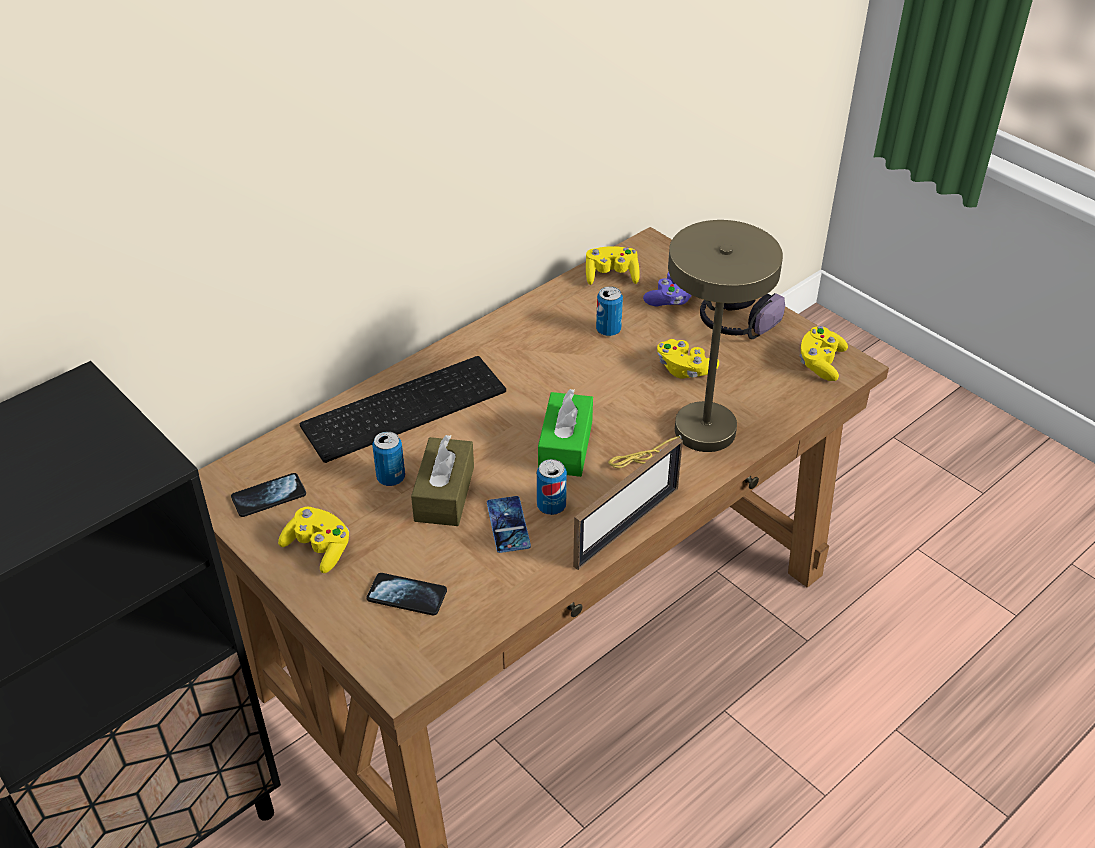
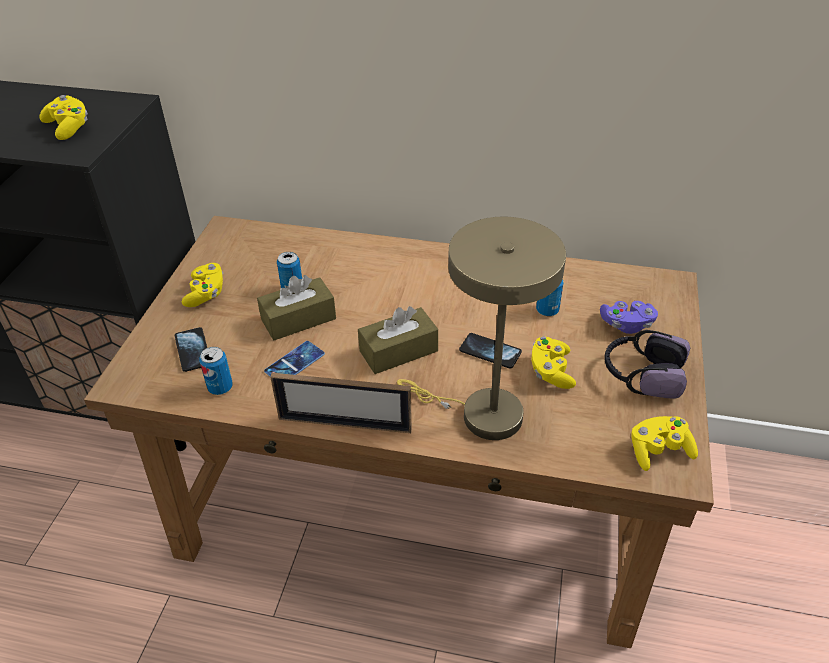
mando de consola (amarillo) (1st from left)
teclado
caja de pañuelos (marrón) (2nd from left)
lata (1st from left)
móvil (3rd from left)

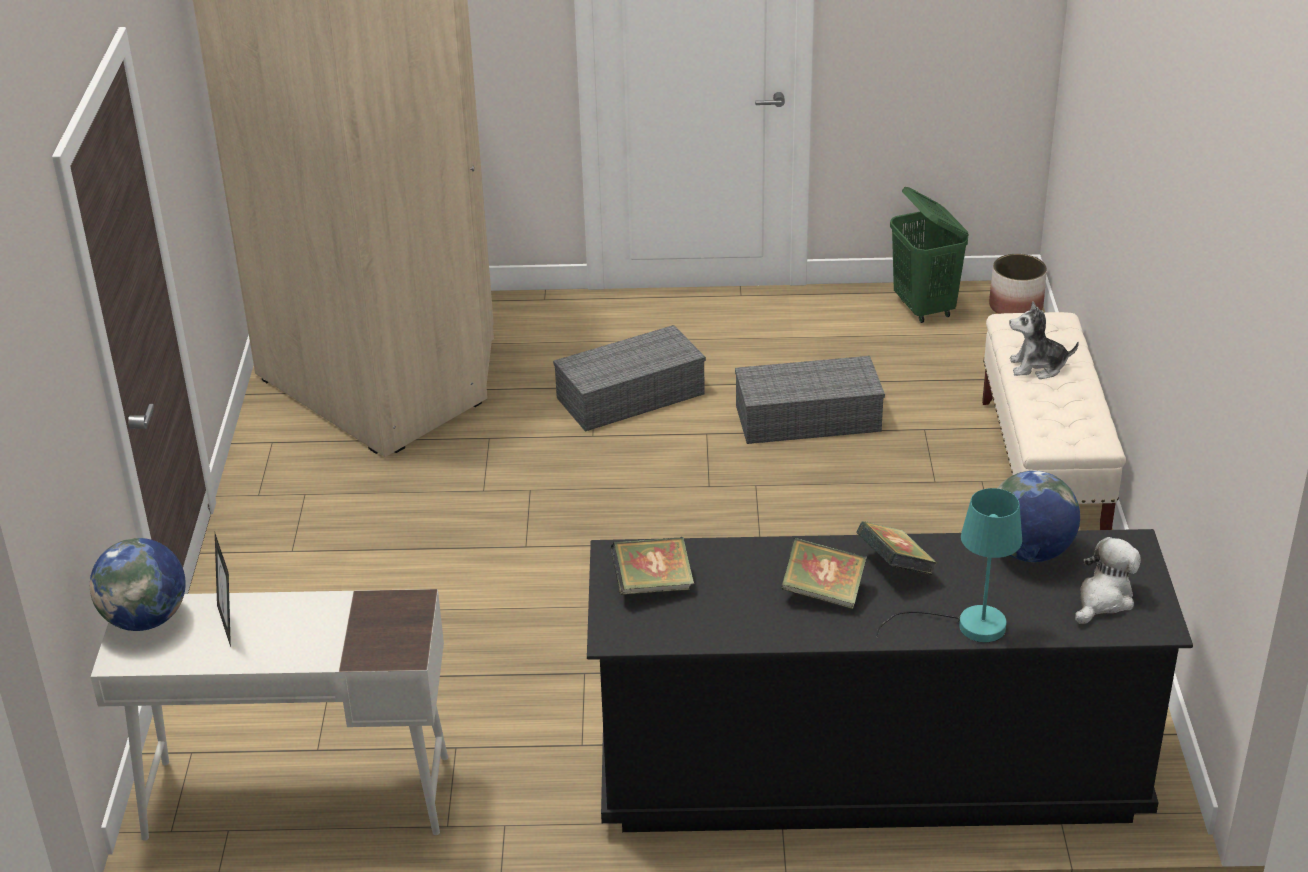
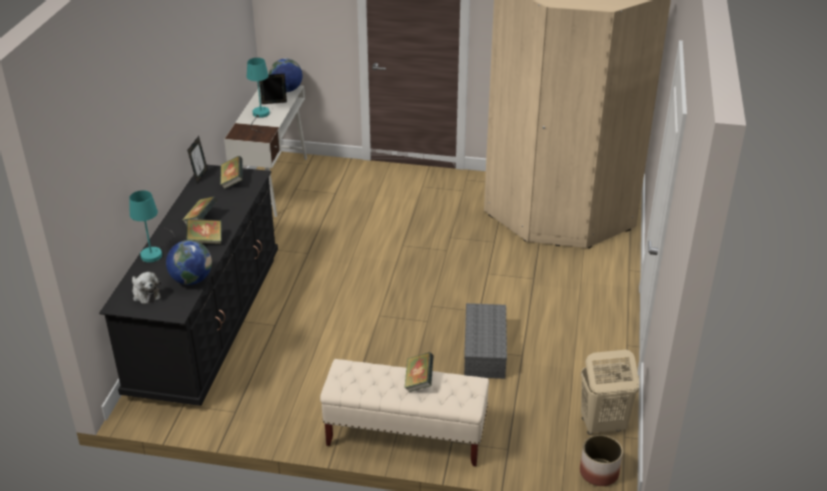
cesto de la ropa (beis)
libro (4th from left)
caja de almacenaje (gris) (1st from left in the first image)
lámpara de mesa (turquesa) (2nd from left)
portarretratos (1st from left)

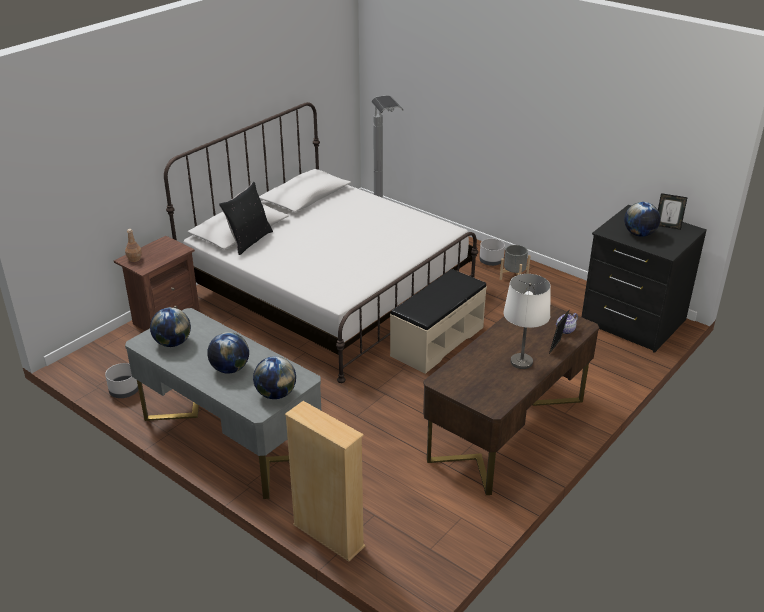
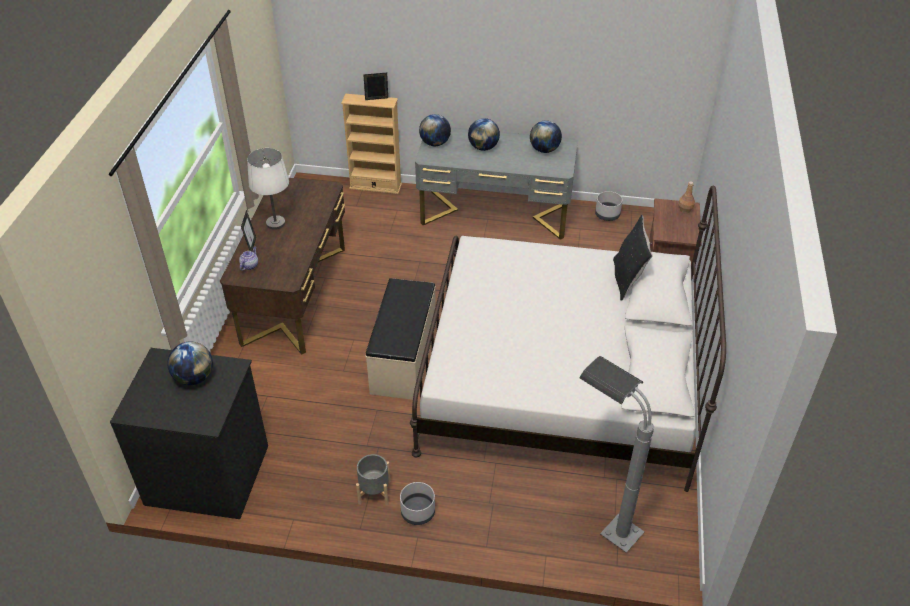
portarretratos (2nd from left)

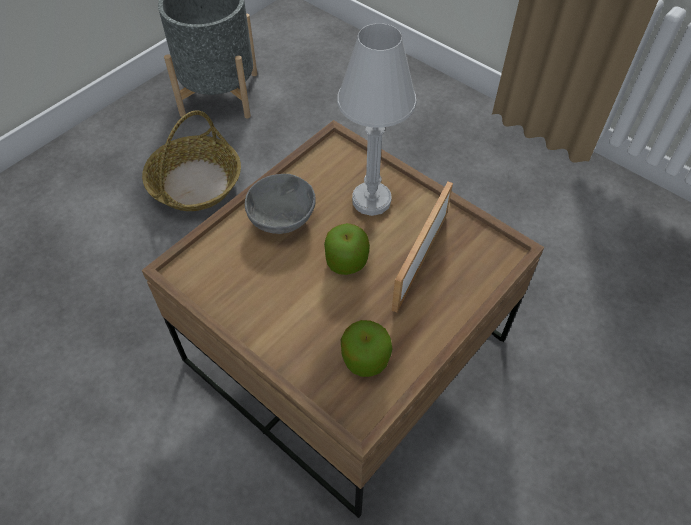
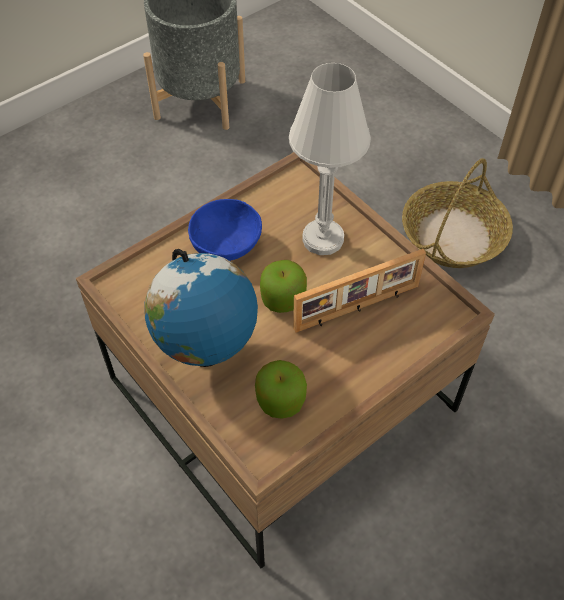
cesta
cuenco (azul)
portarretratos
globo terráqueo

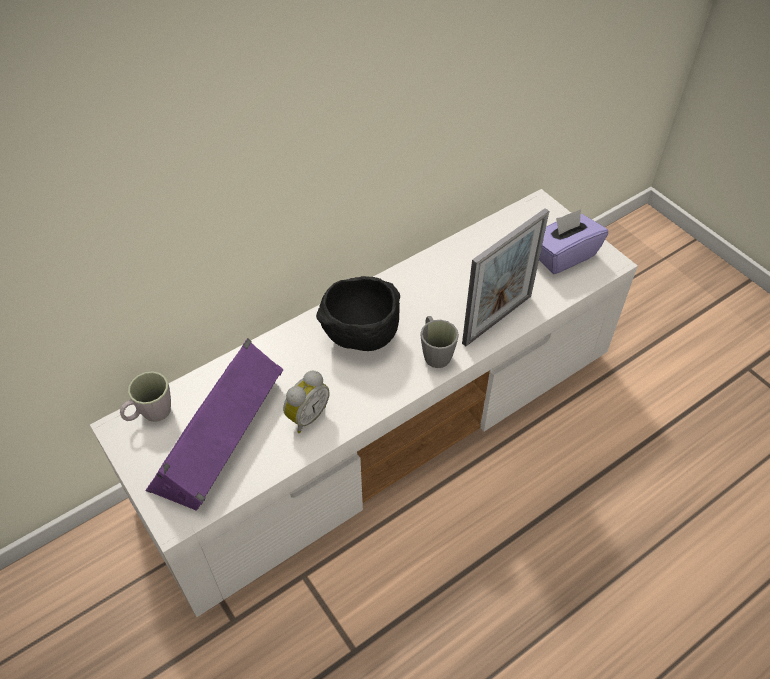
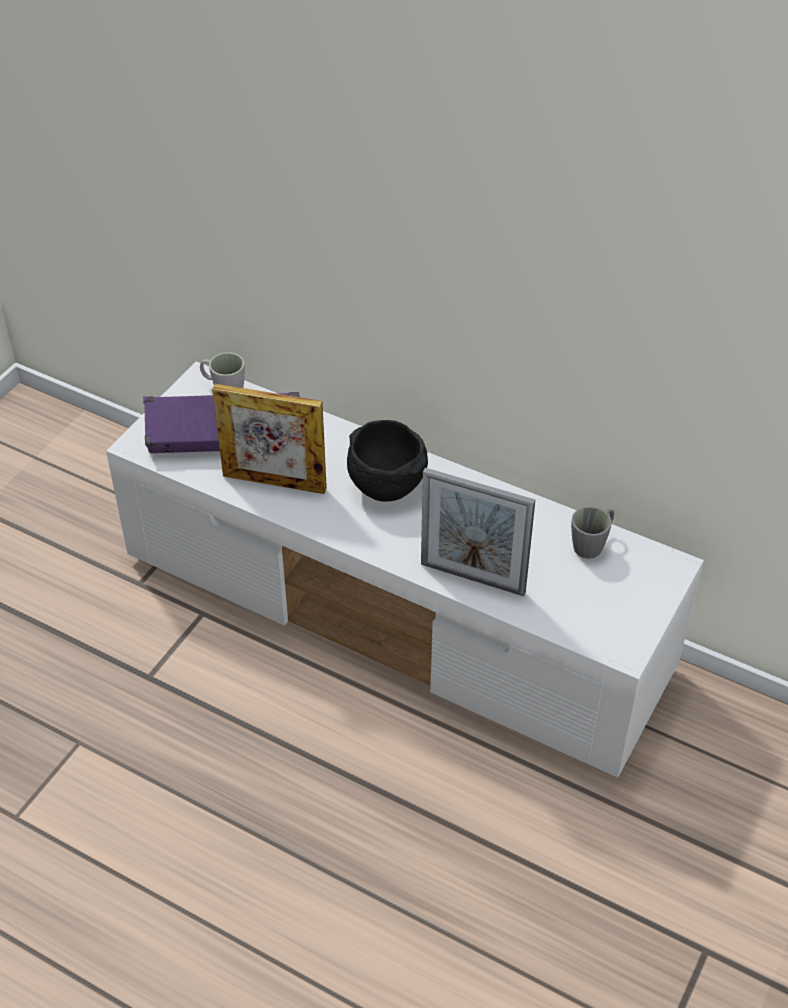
caja de pañuelos (morado)
taza grande (gris) (2nd from left)
portarretratos (1st from left)

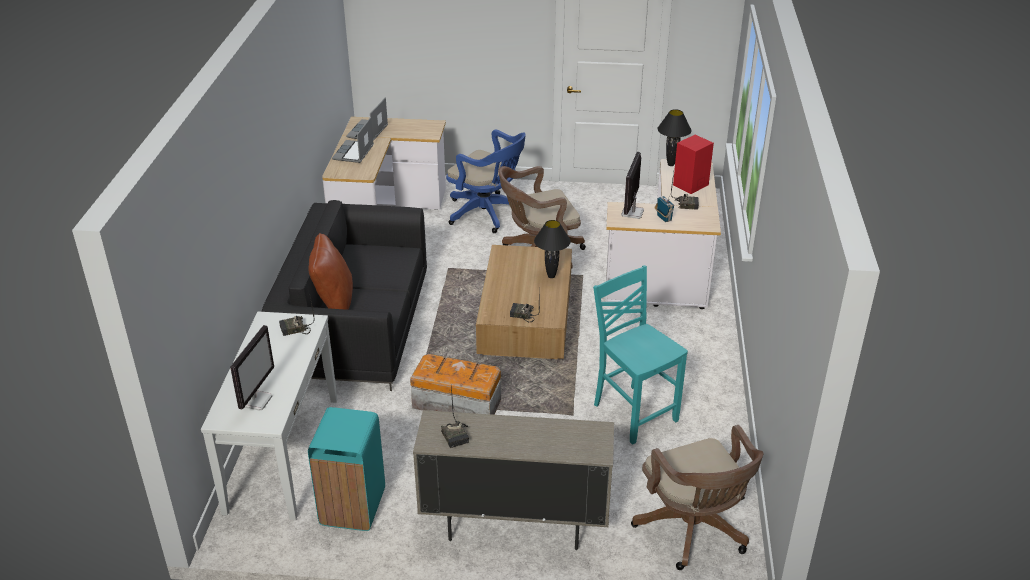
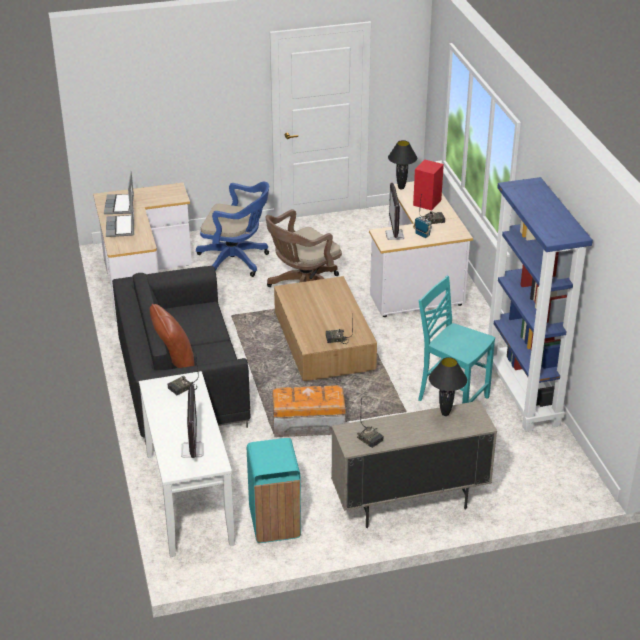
lámpara de mesa (negro) (2nd from left)
silla de oficina (marrón) (2nd from left in the first image)
estantería (azul)

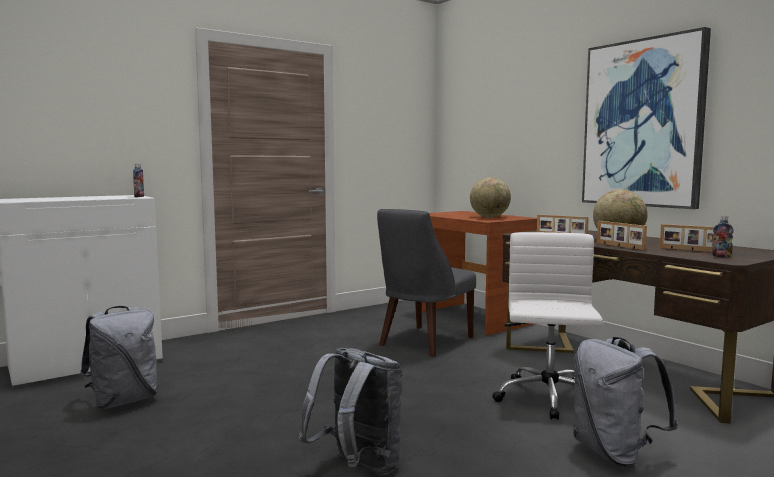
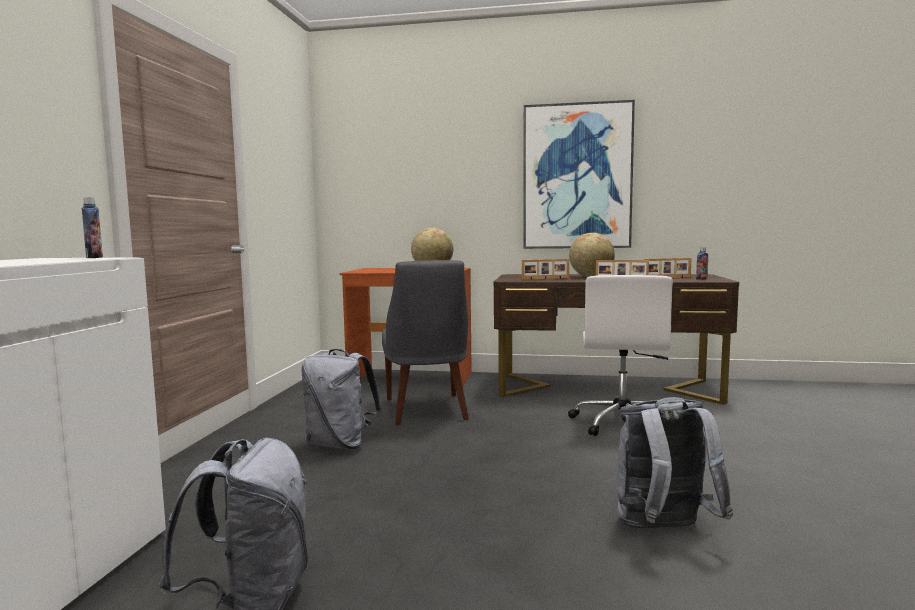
silla de oficina (blanco)
mochila (gris) (2nd from left)

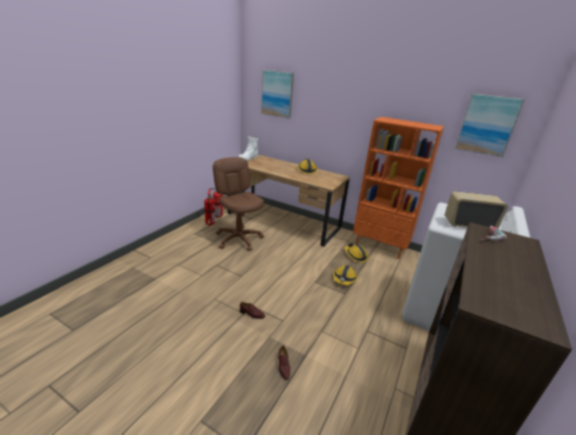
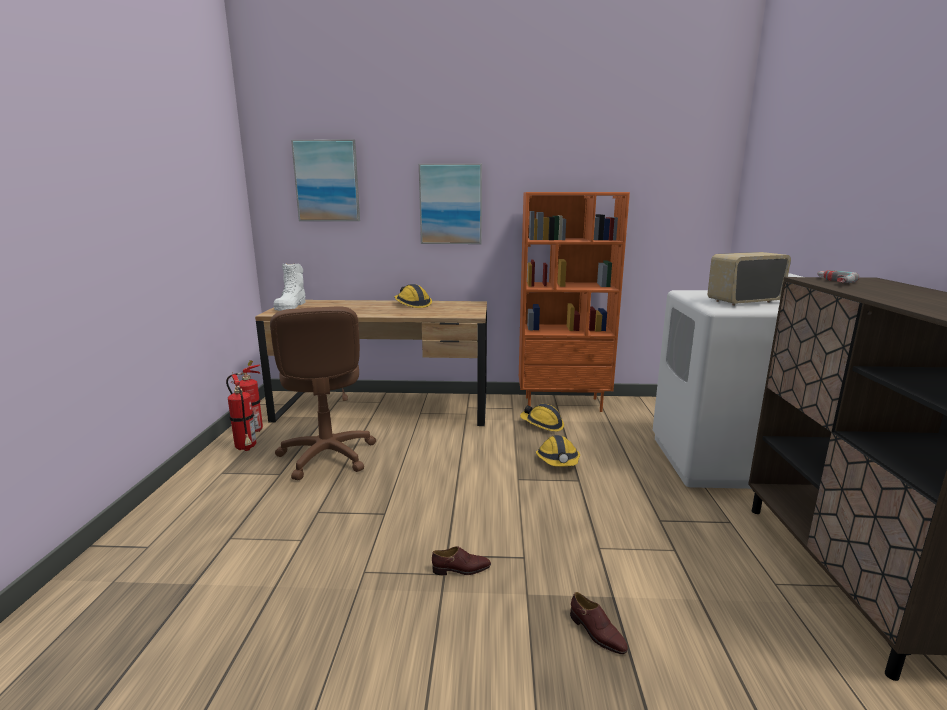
cuadro (2nd from left)
silla de oficina (marrón)

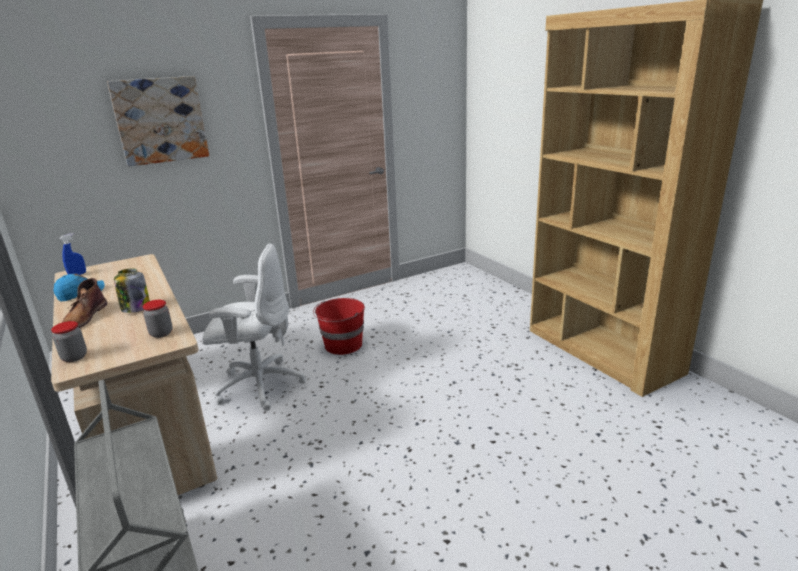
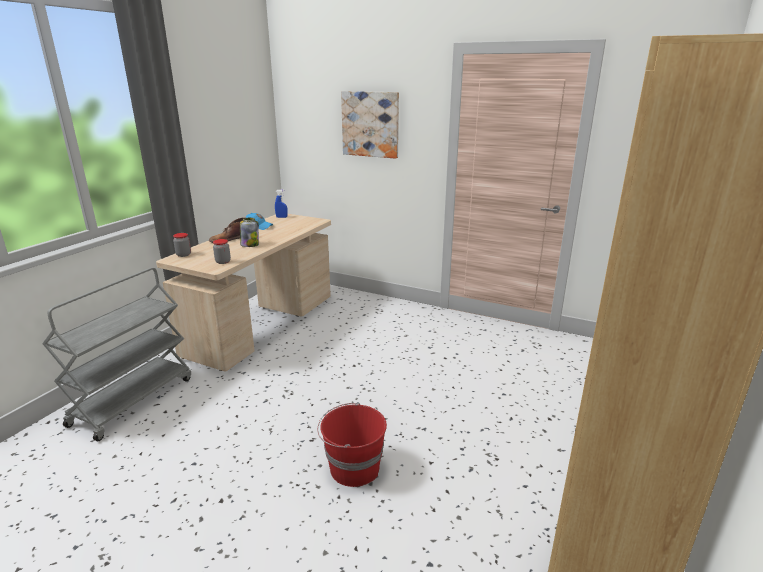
silla de oficina (blanco)
cubo (rojo)

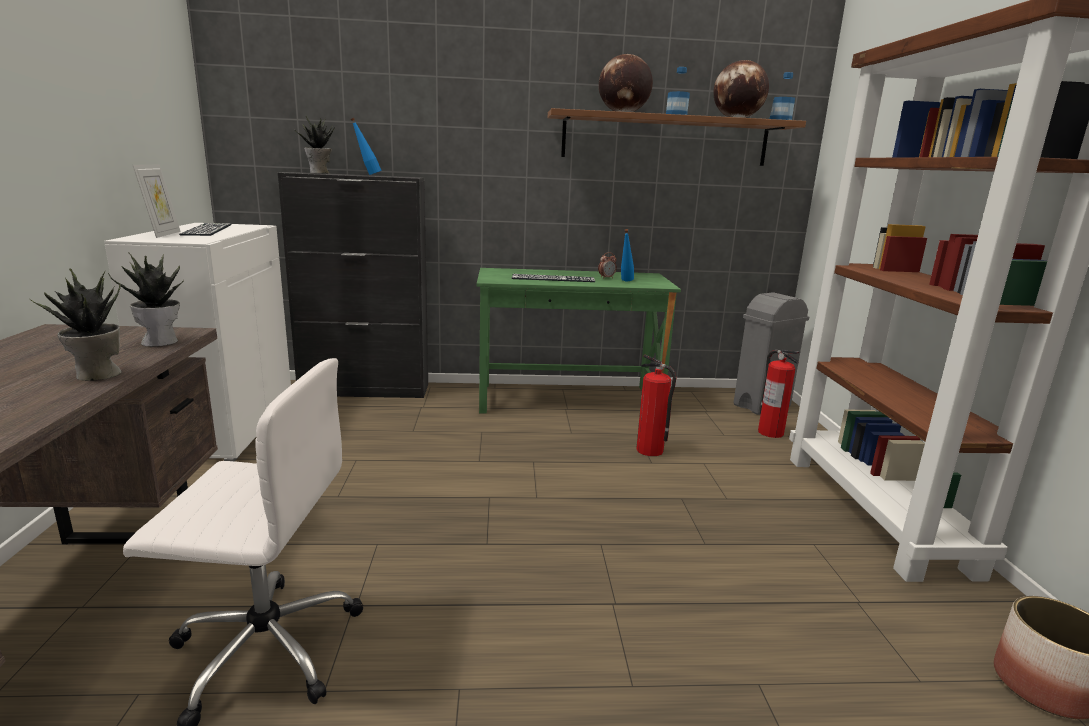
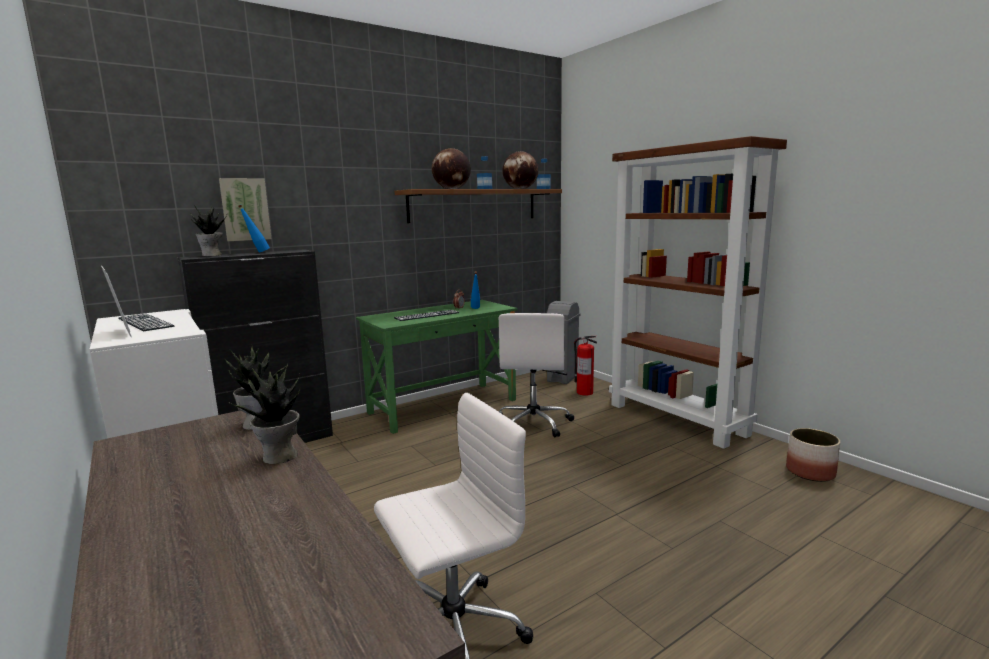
silla de oficina (blanco) (2nd from left)
cuadro

